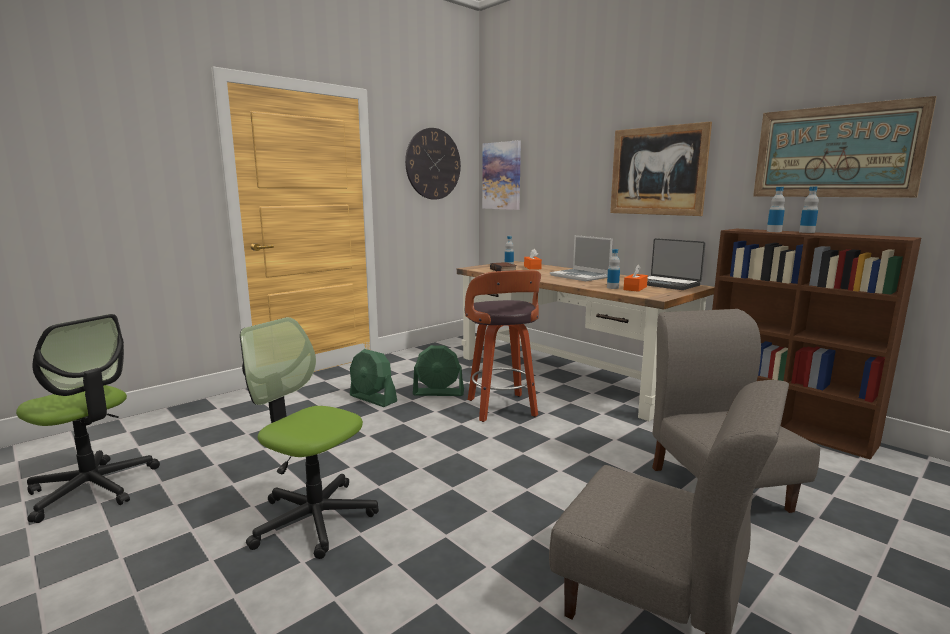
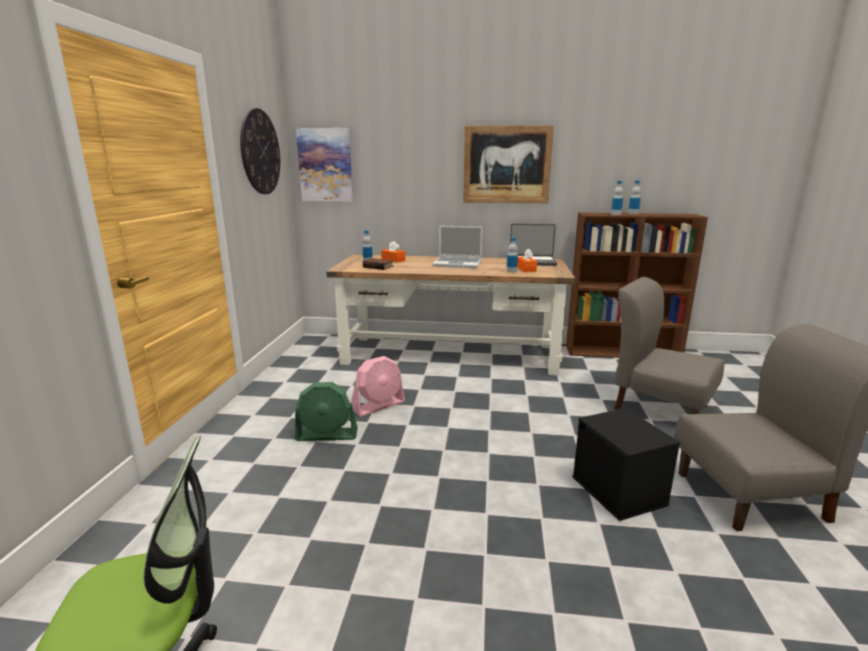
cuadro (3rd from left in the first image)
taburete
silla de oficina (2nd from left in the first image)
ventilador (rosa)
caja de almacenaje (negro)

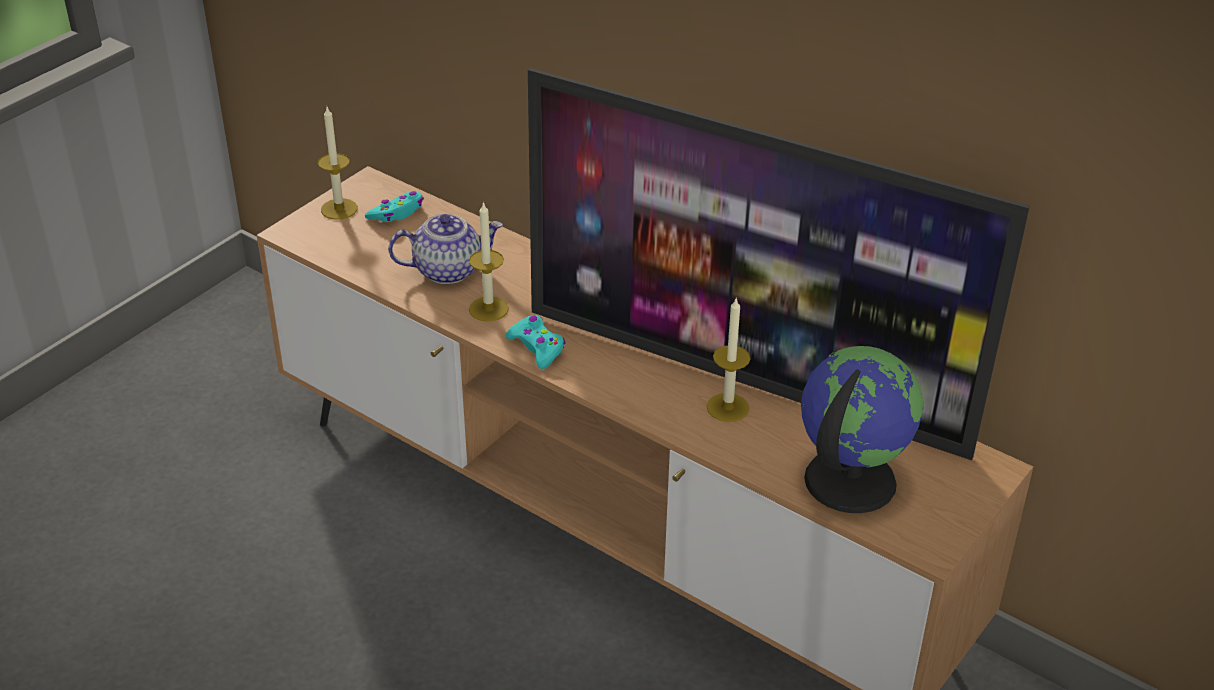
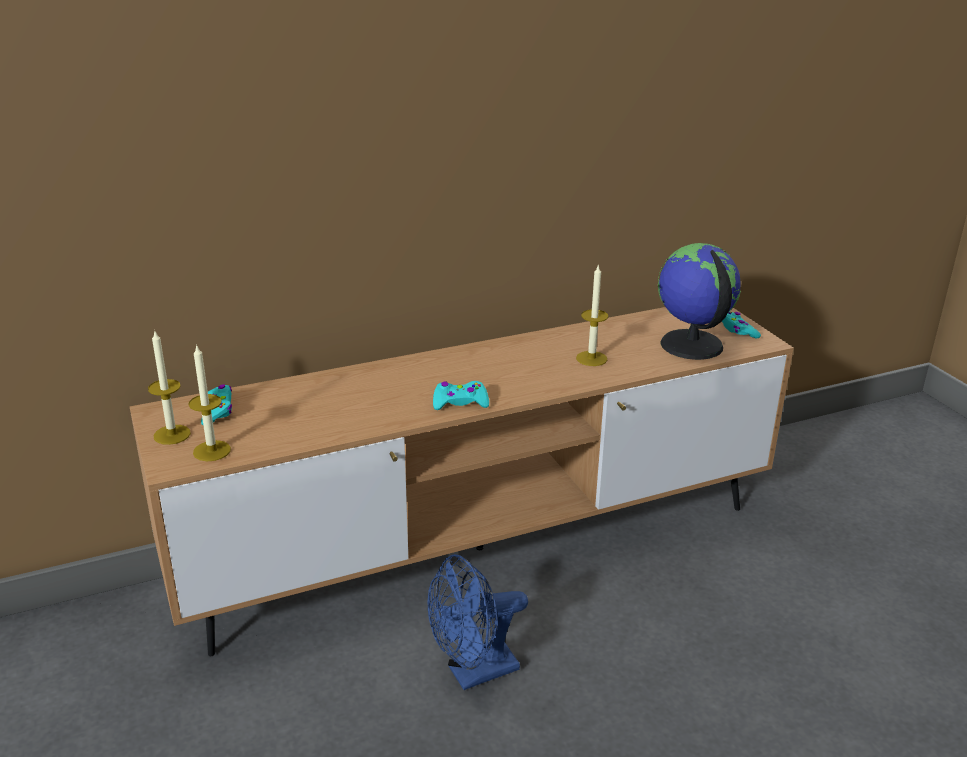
televisor
vela (2nd from left)
tetera
mando de consola (turquesa) (3rd from left)
ventilador (azul)

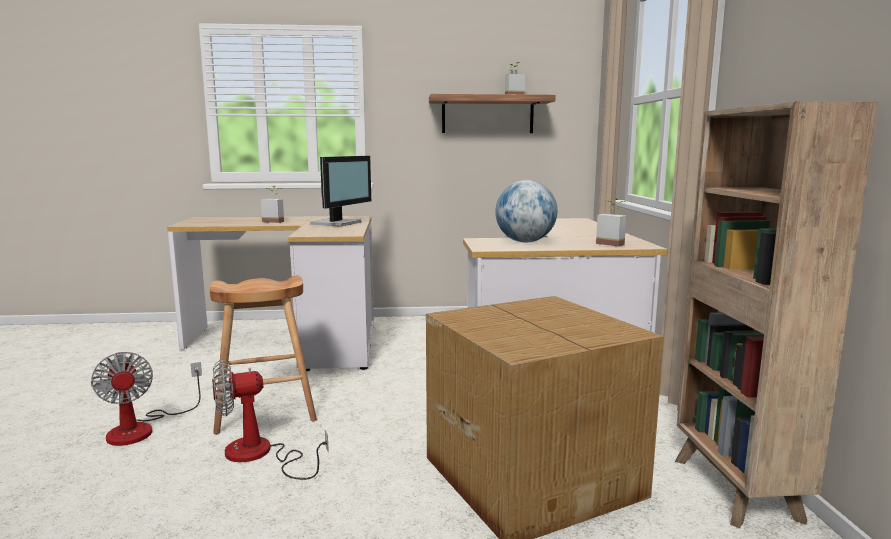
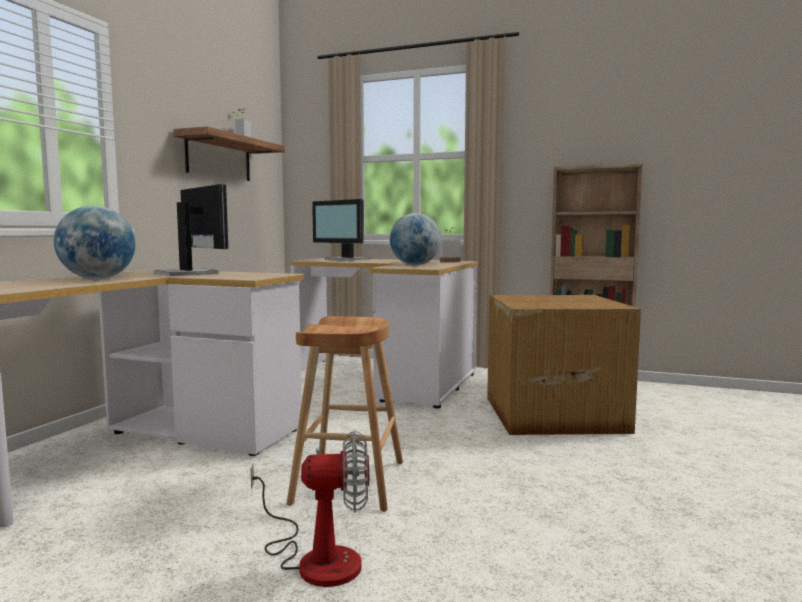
globo terráqueo (1st from left)
ventilador (2nd from left in the first image)
monitor (2nd from left)

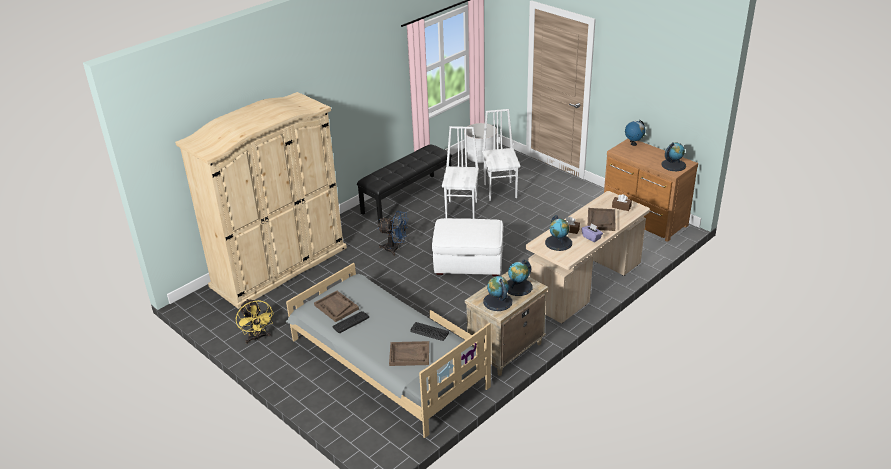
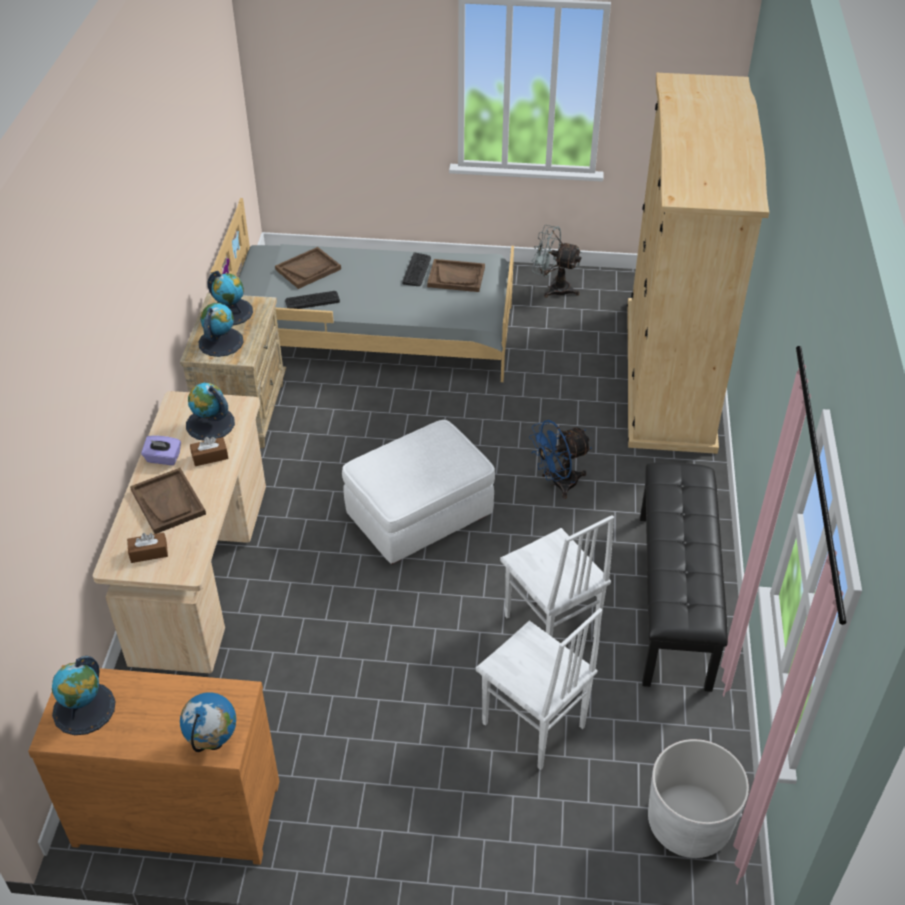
ventilador (gris)

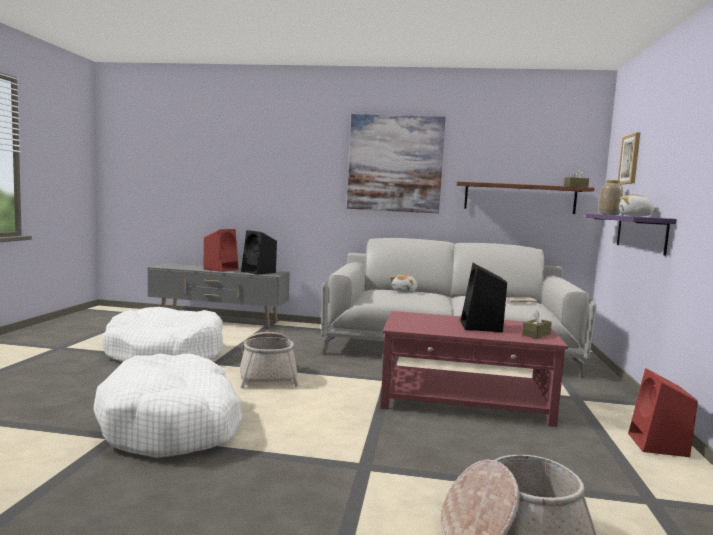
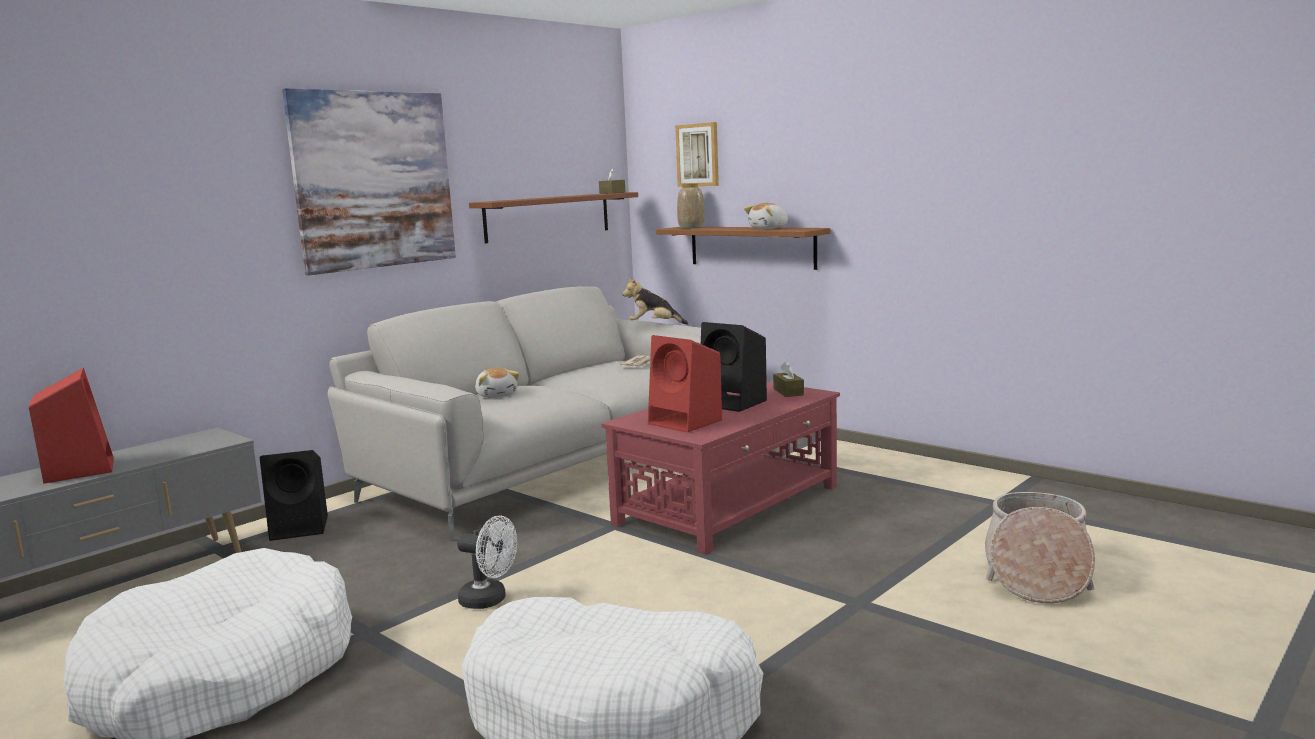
estante (marrón) (2nd from left)
altavoz (negro) (1st from left)
ventilador (blanco)
altavoz (rojo) (2nd from left)
peluche (2nd from left)

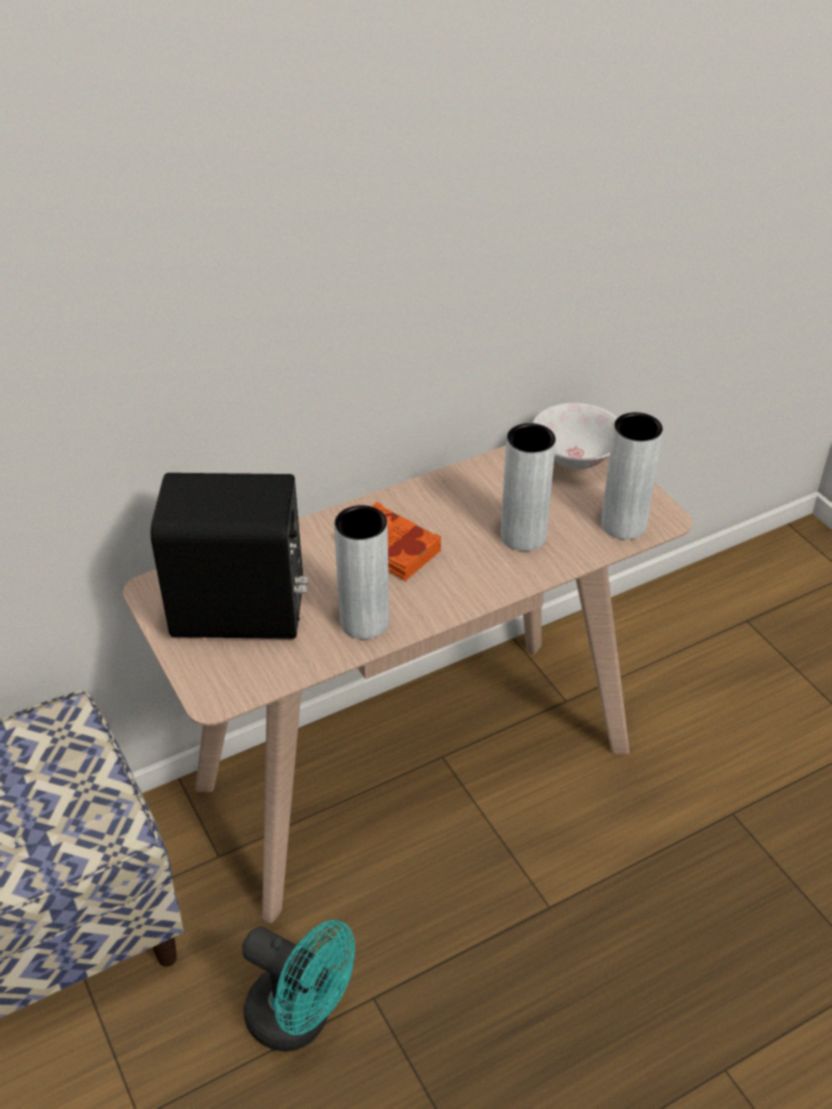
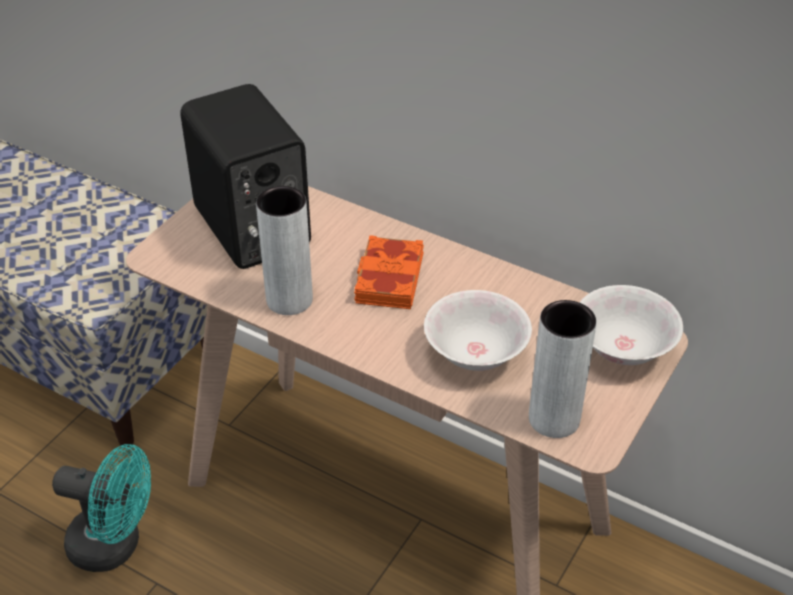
cuenco (blanco) (1st from left)
ventilador (turquesa)

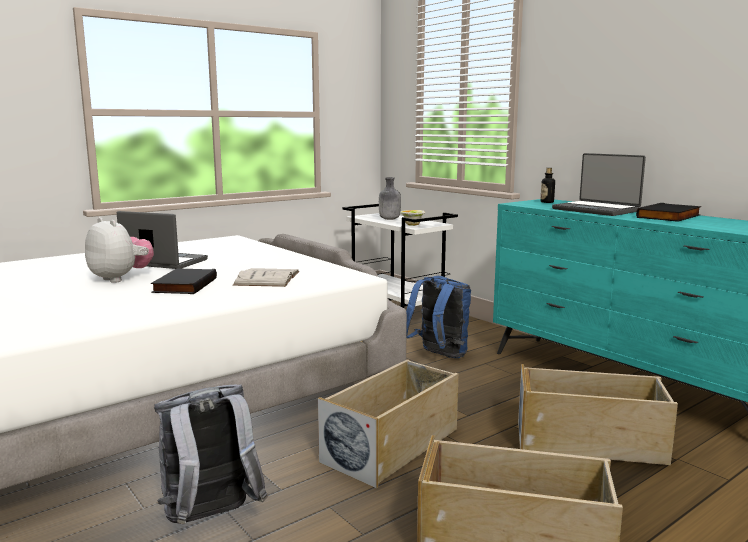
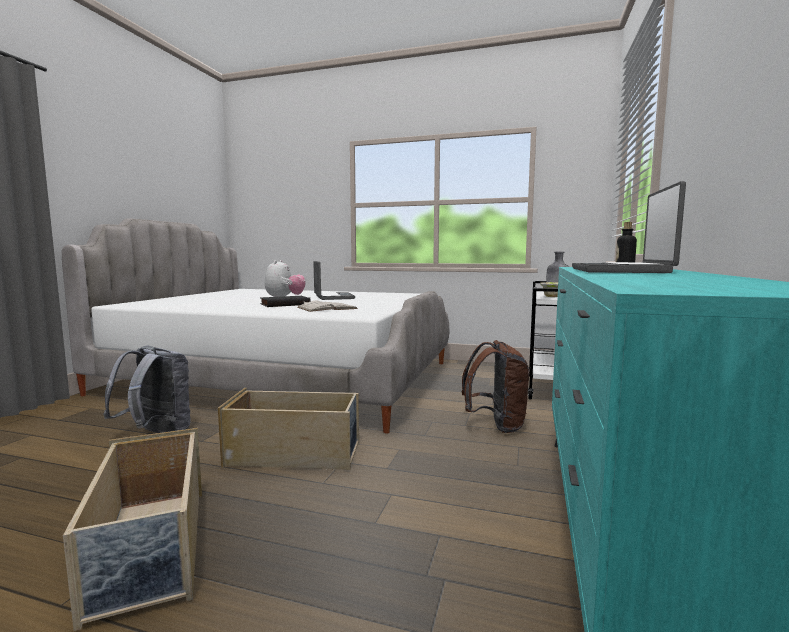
libro (negro) (2nd from left in the first image)
mochila (marrón)
caja de almacenaje (beis) (3rd from left in the first image)

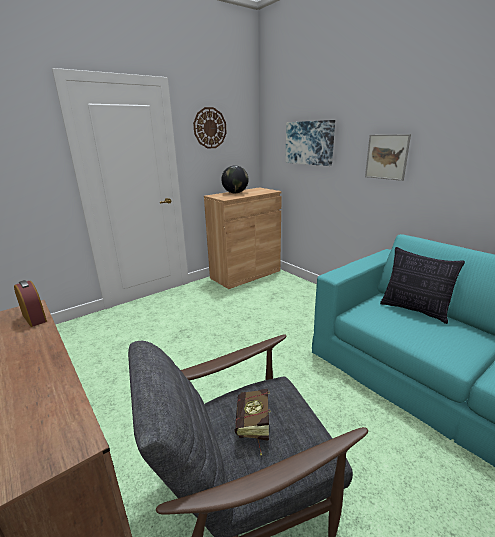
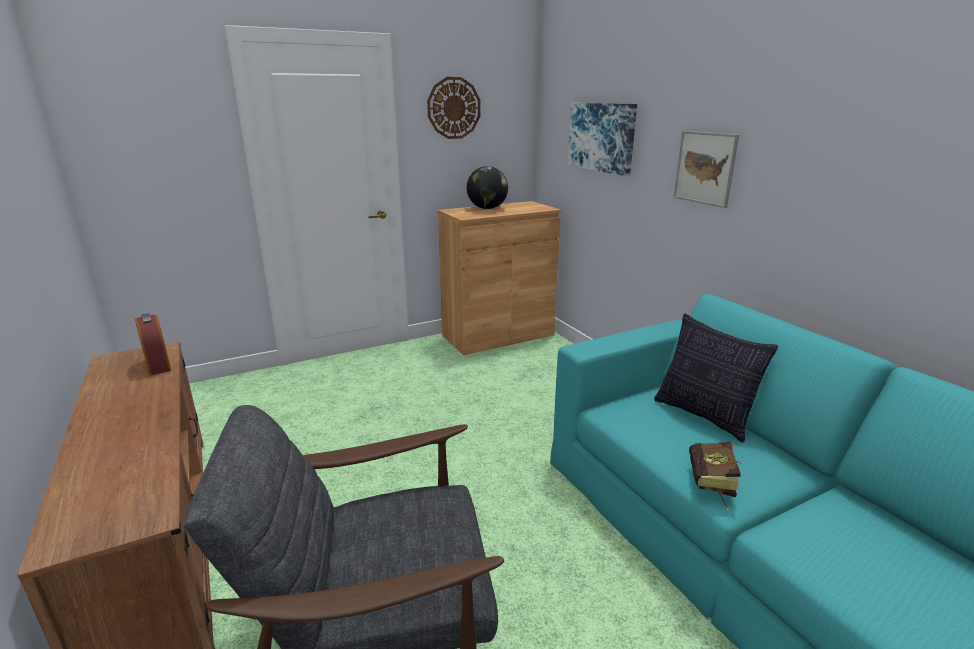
libro

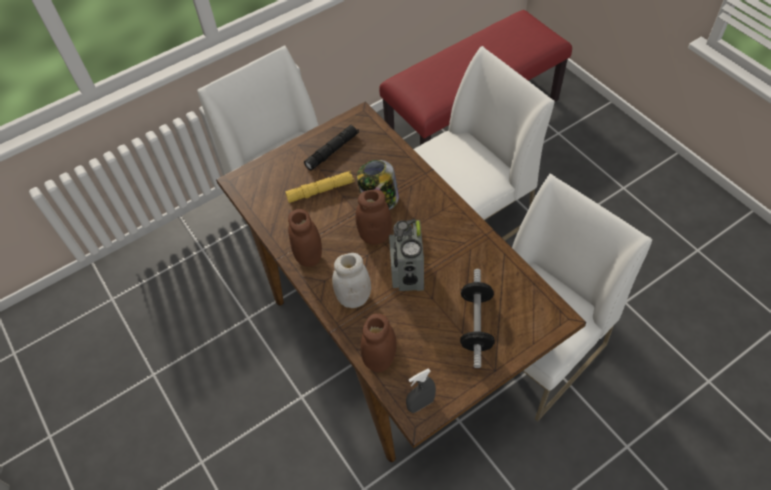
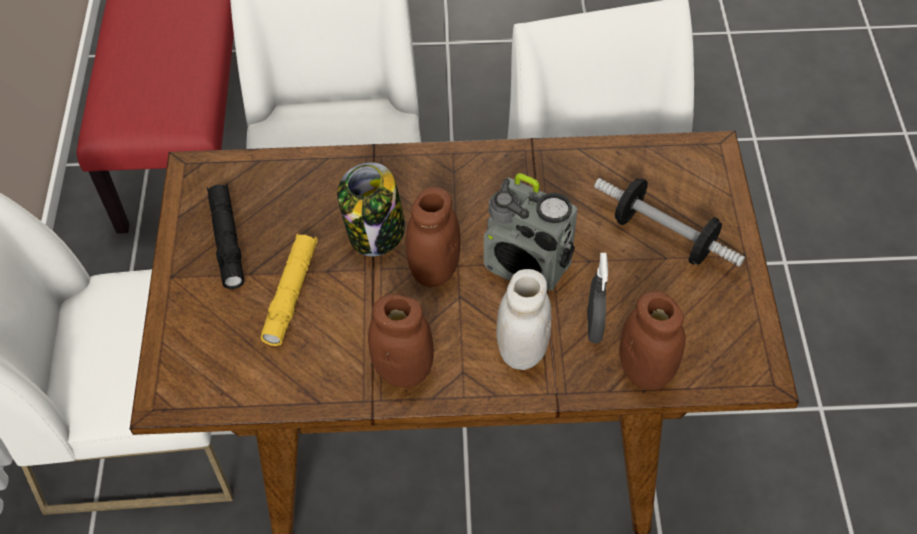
pulverizador (gris)

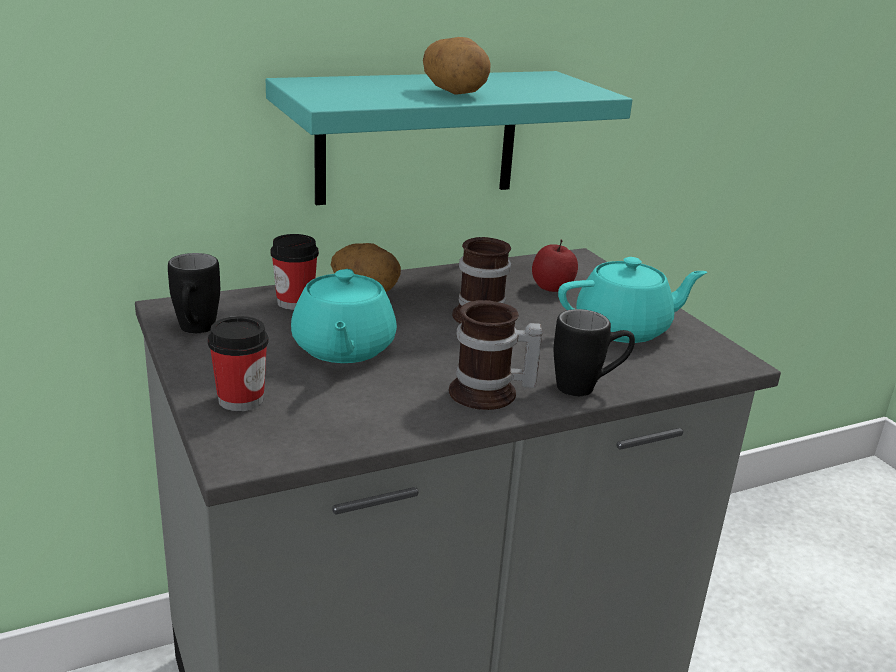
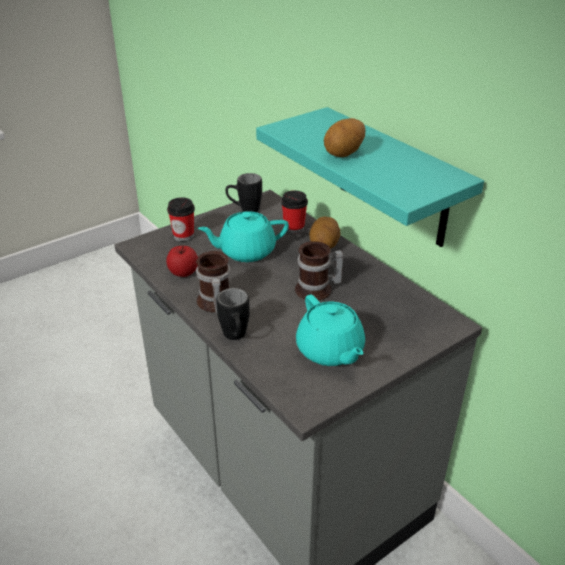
manzana

